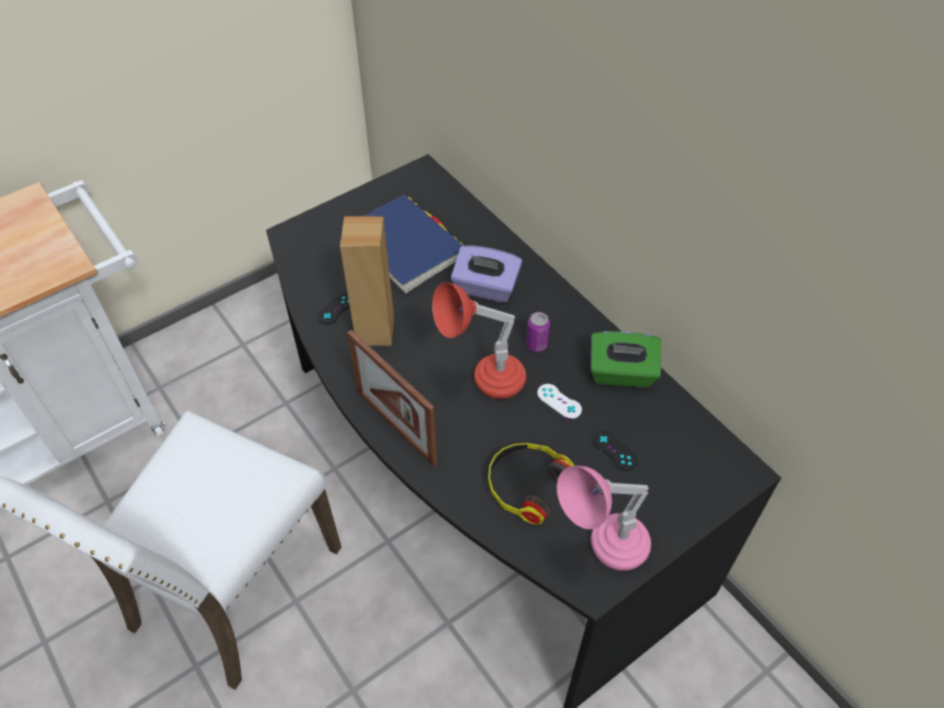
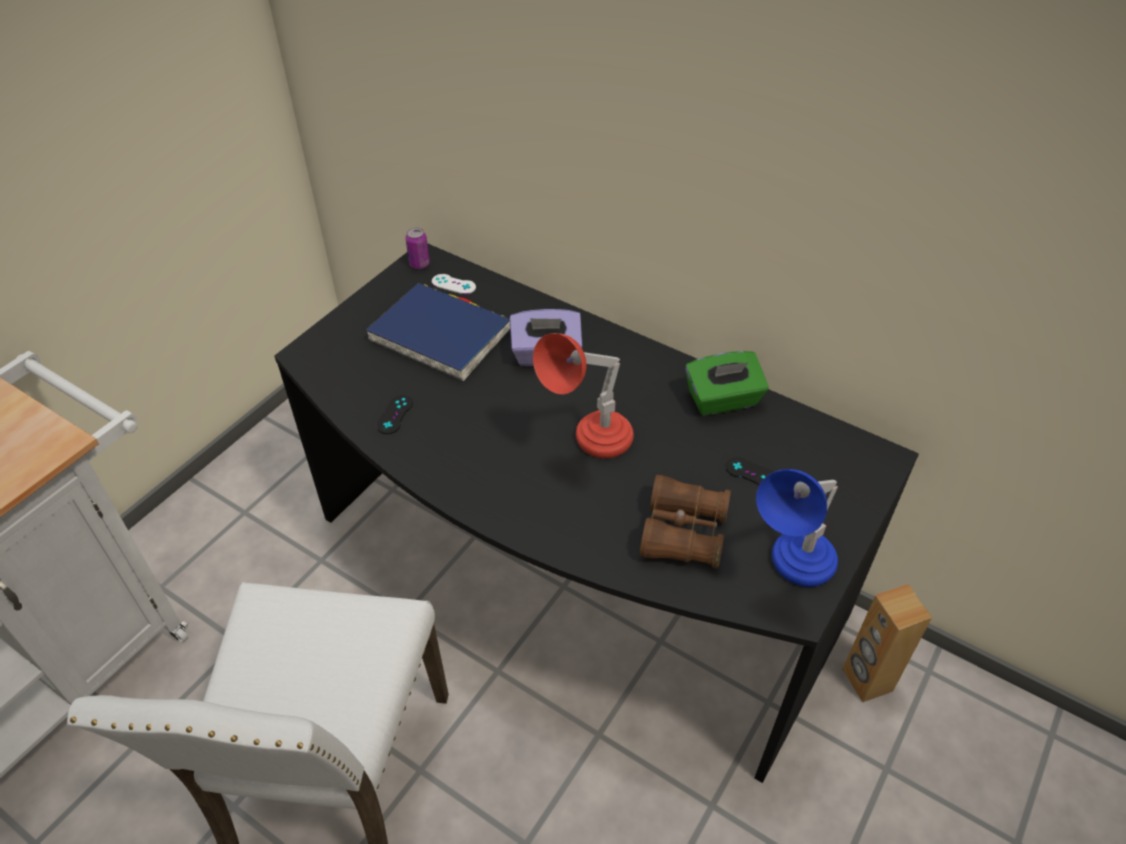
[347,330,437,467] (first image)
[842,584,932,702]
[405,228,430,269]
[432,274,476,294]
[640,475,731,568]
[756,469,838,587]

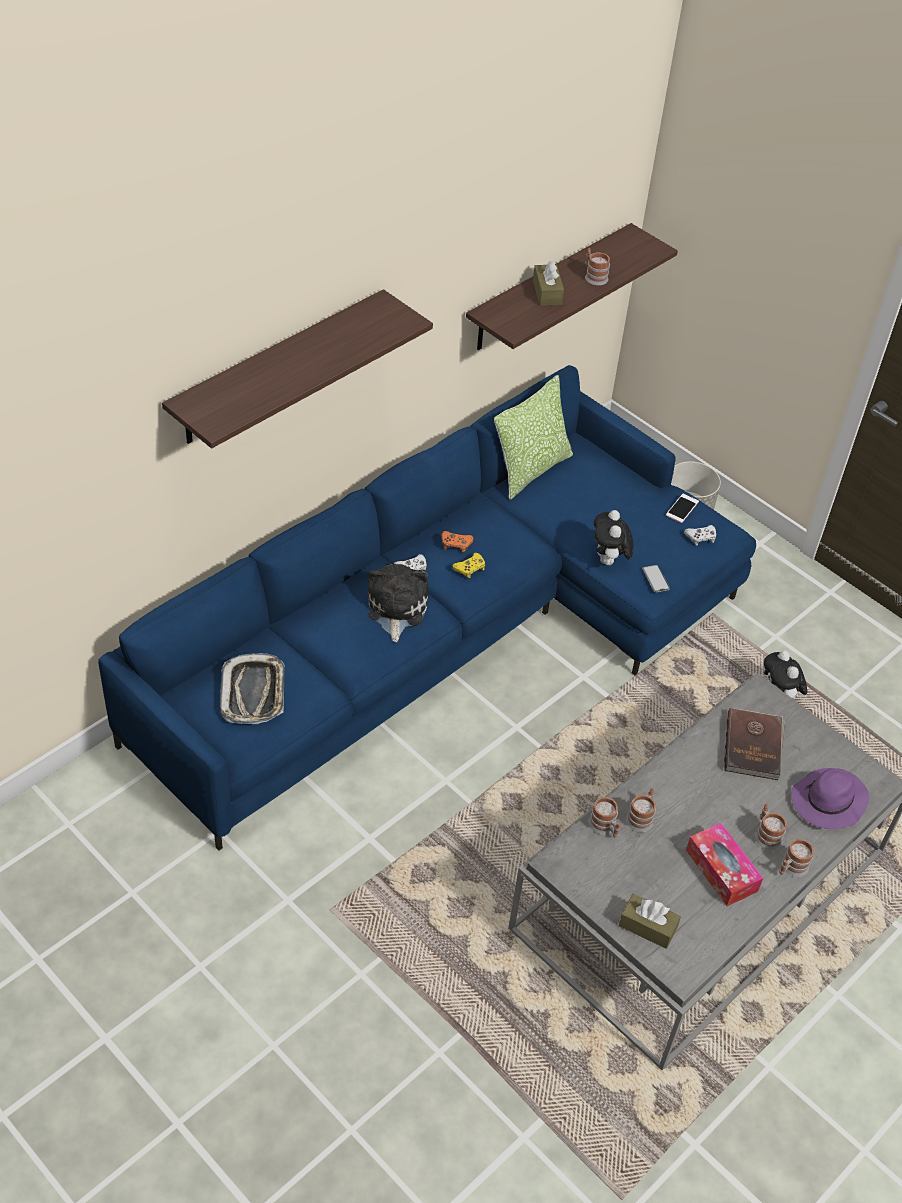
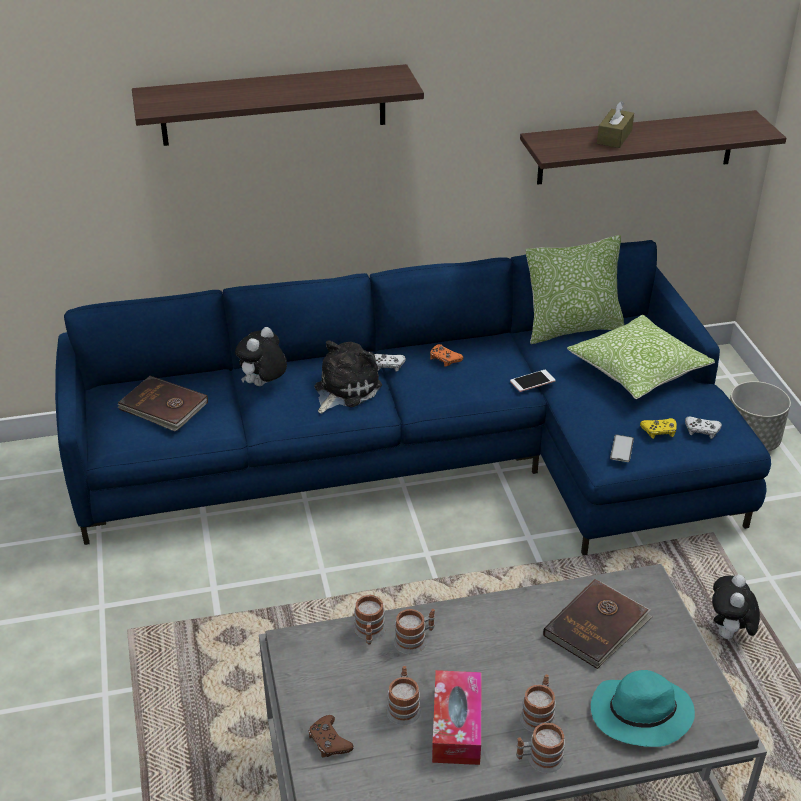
[567,315,715,399]
[640,418,677,439]
[387,666,421,725]
[235,327,287,386]
[510,370,556,392]
[117,376,208,431]
[309,715,354,757]
[591,670,695,747]

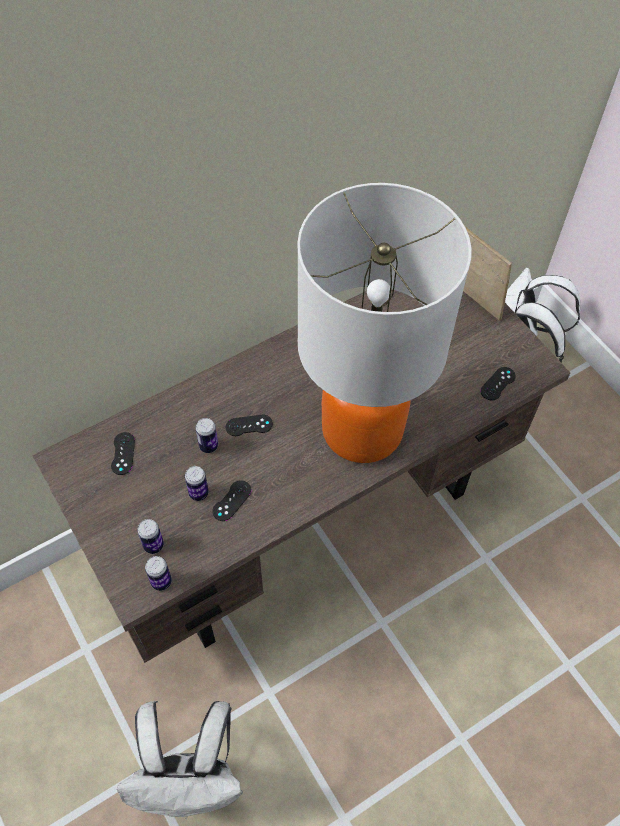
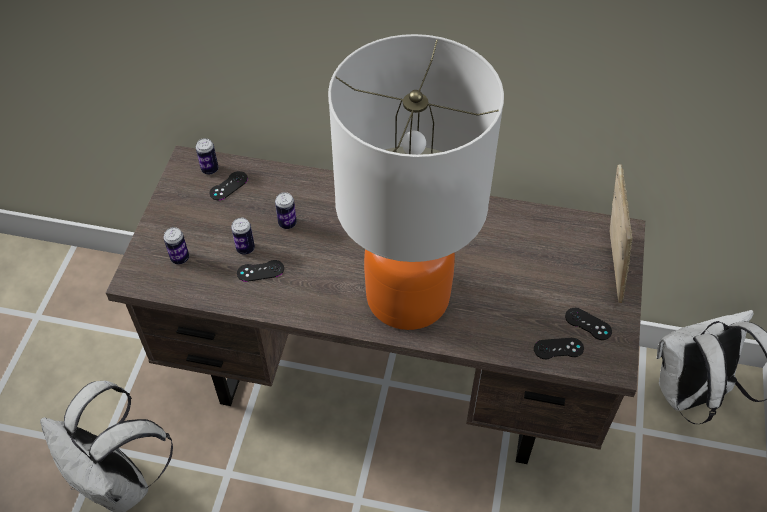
[196,138,218,175]
[565,308,612,340]

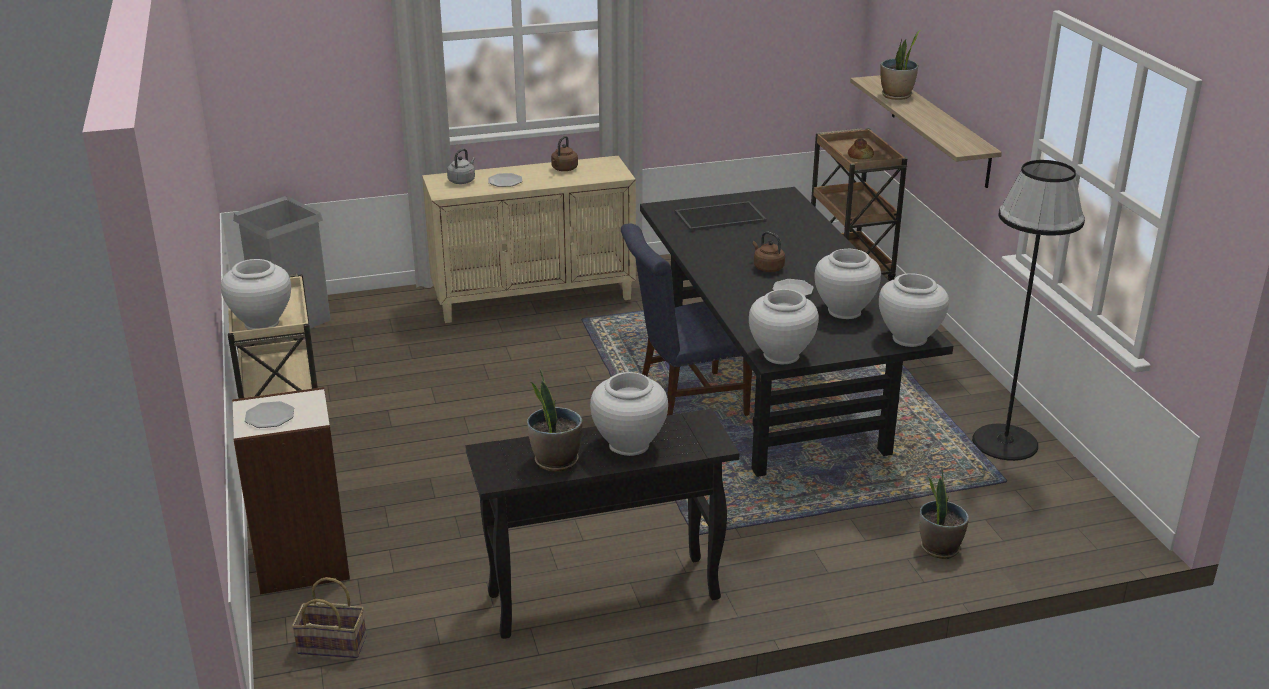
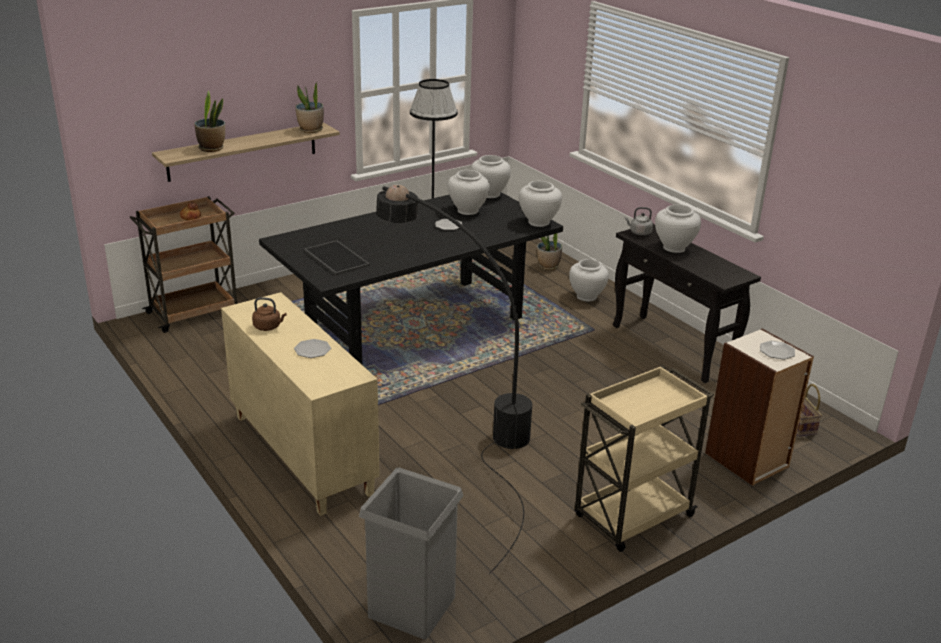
[621,223,752,416] (first image)
[752,232,785,272] (first image)
[376,185,532,574]
[569,259,609,302]
[625,207,653,235]
[295,82,324,133]

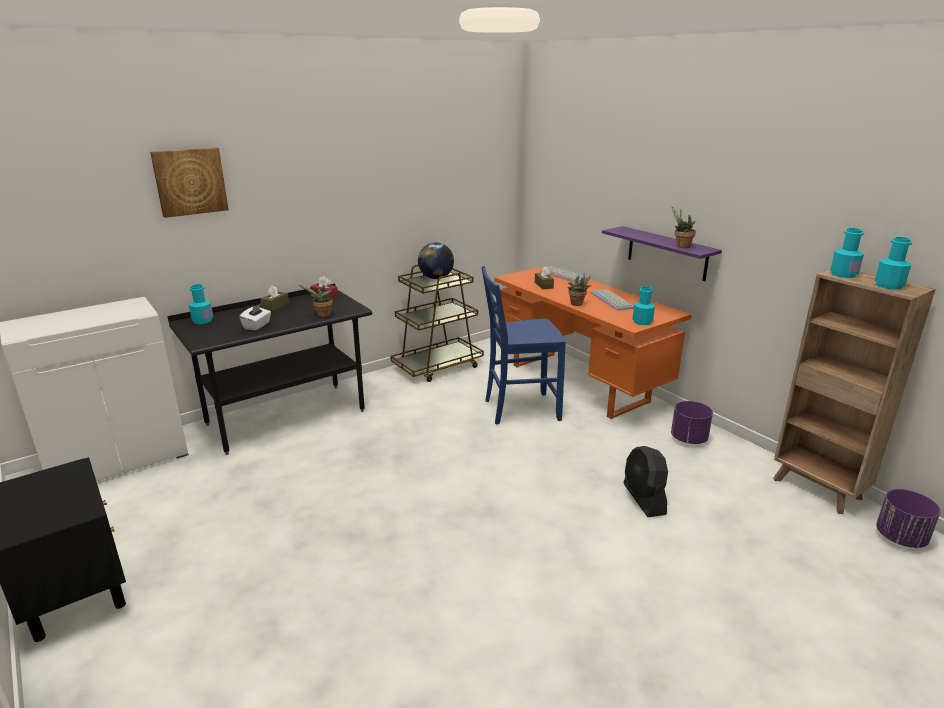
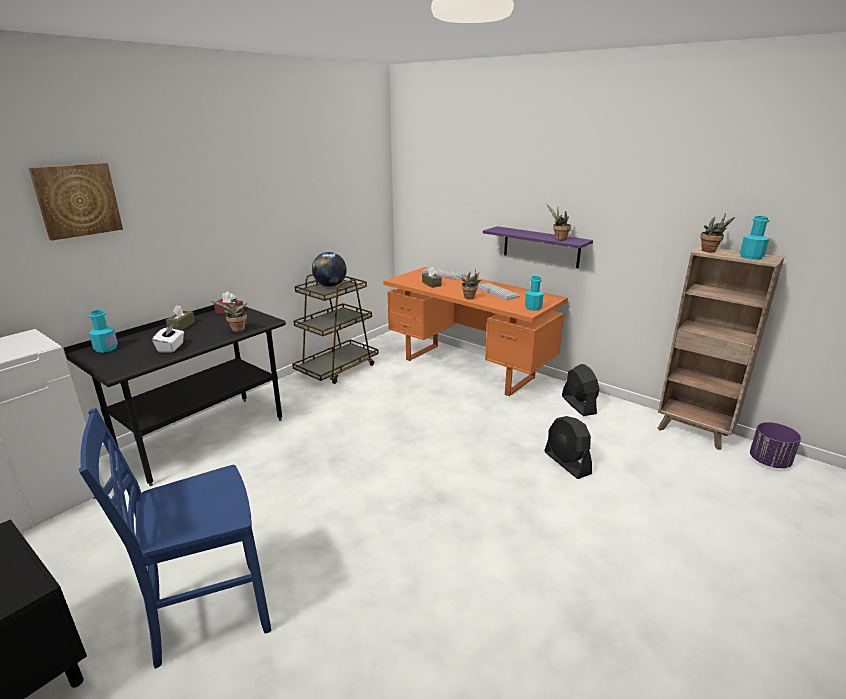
[79,408,271,669]
[562,364,599,416]
[700,213,735,253]

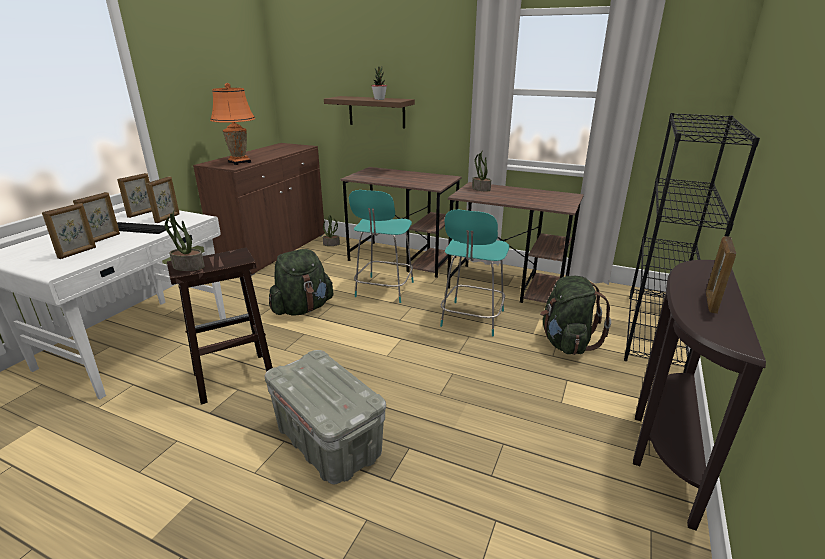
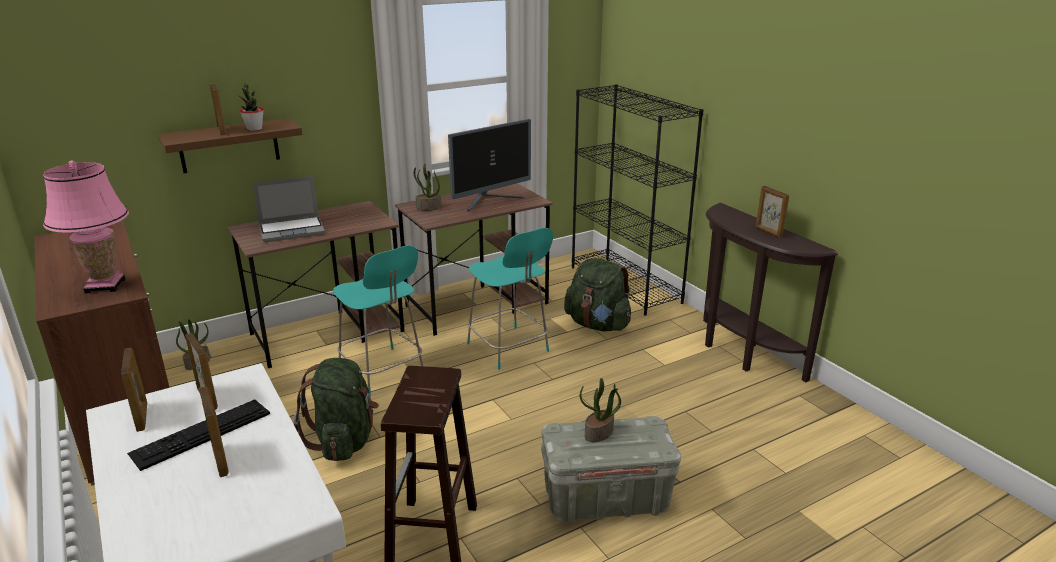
[253,176,325,242]
[448,119,531,212]
[210,83,226,135]
[580,378,621,442]
[43,161,129,293]

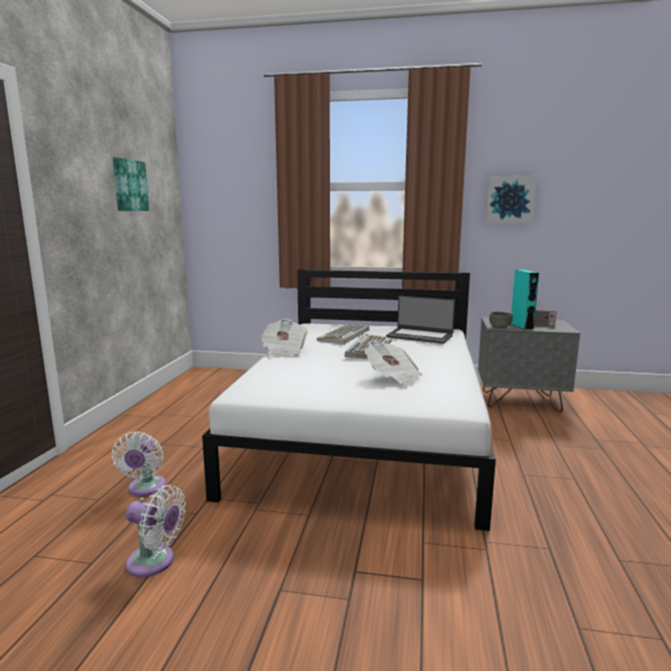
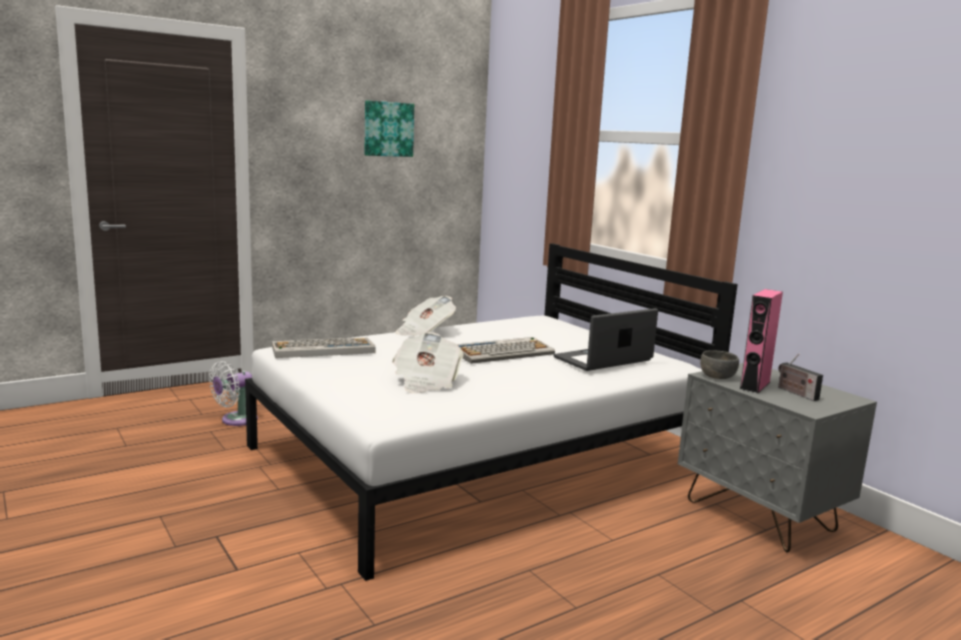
[126,485,186,577] (first image)
[485,176,537,223] (first image)
[272,337,375,358]
[740,289,783,393]
[554,308,658,371]

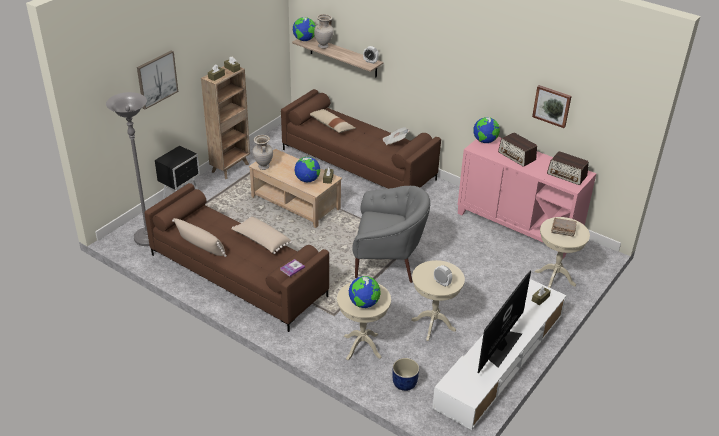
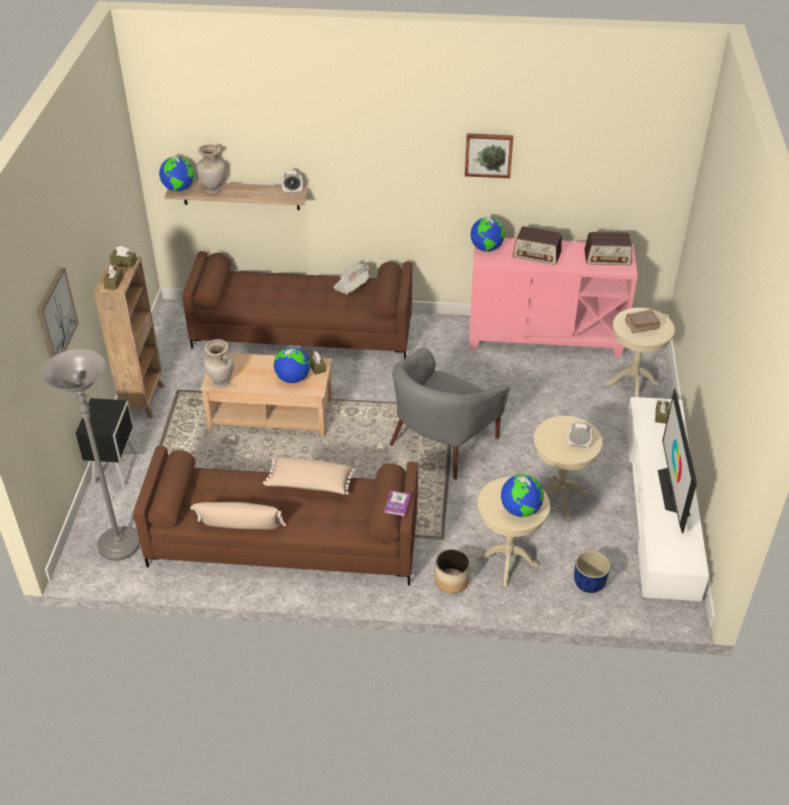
[310,109,356,133] (first image)
[435,549,470,594]
[465,133,513,178]
[390,347,510,479]

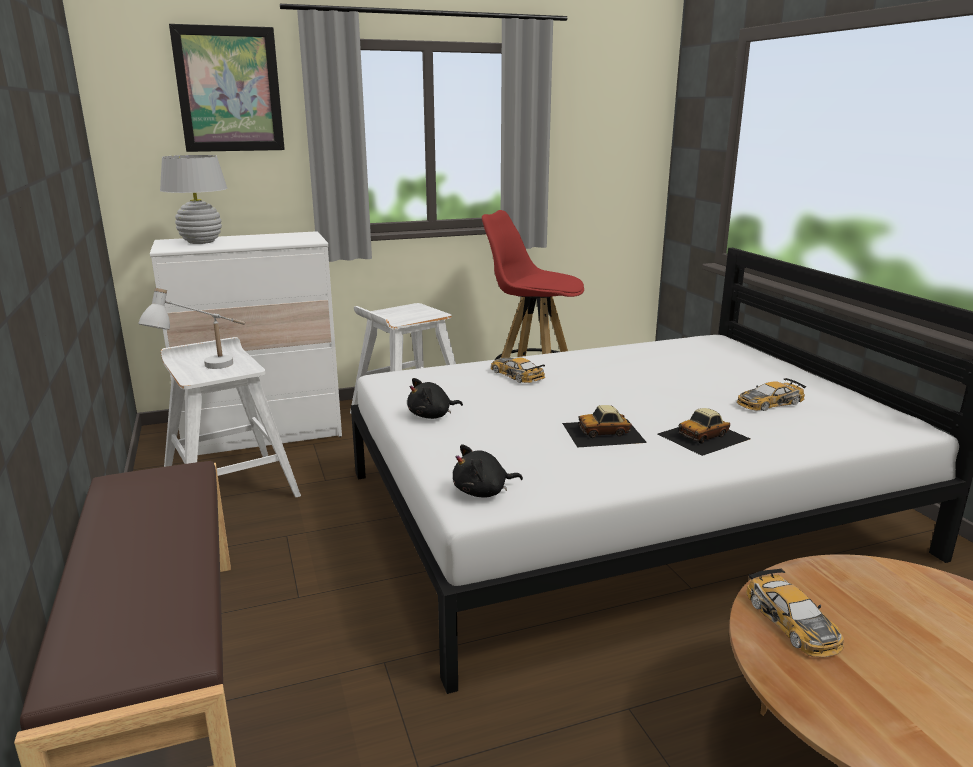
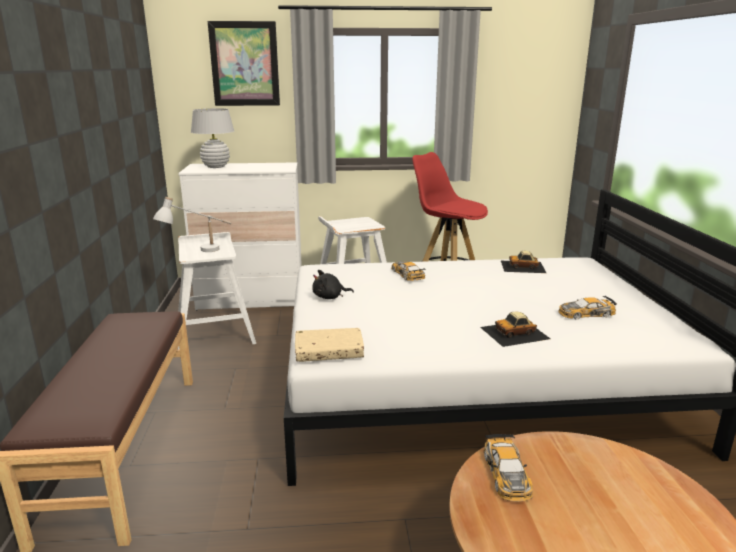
[501,251,546,273]
[295,328,364,362]

